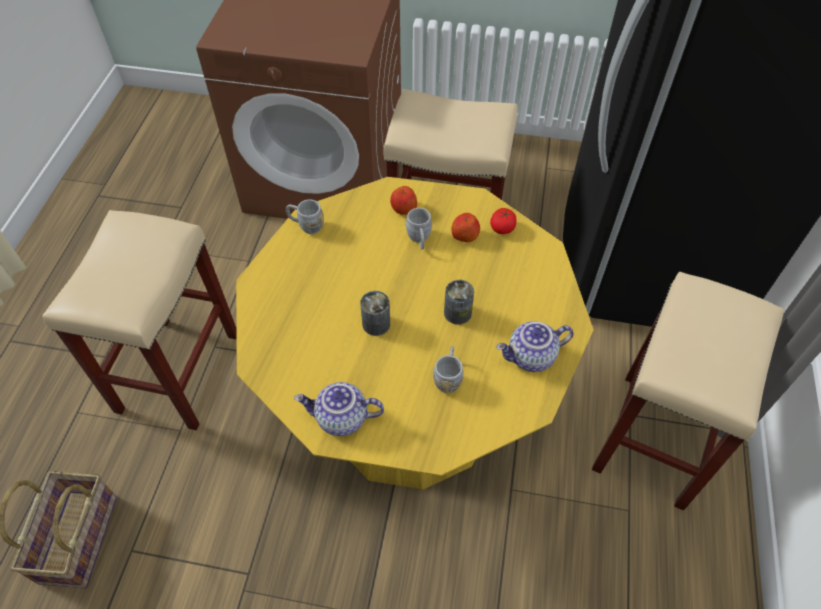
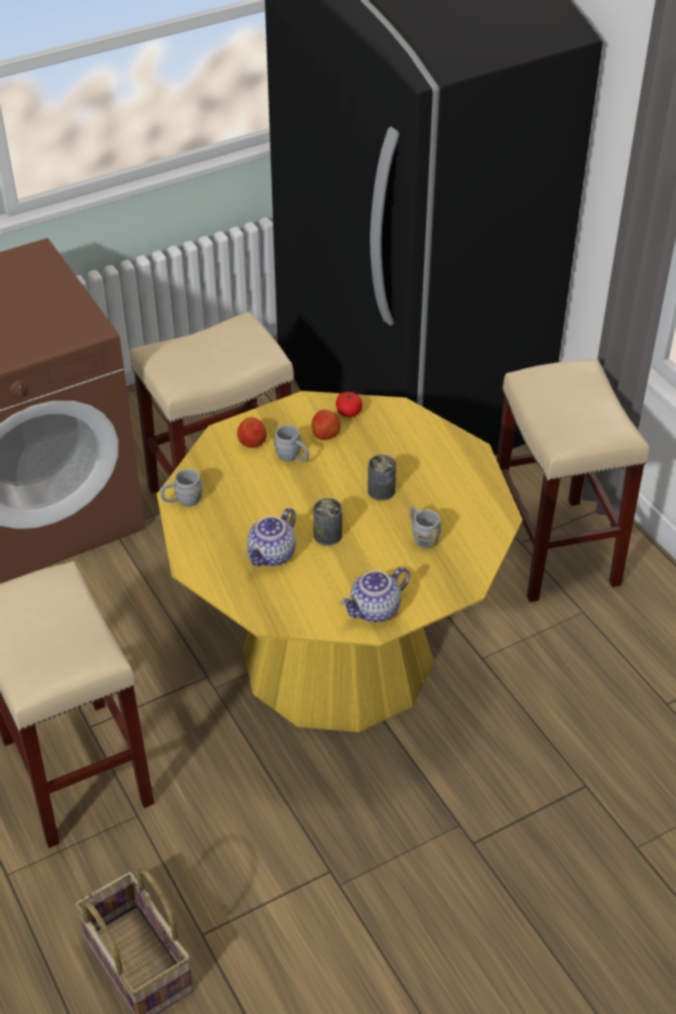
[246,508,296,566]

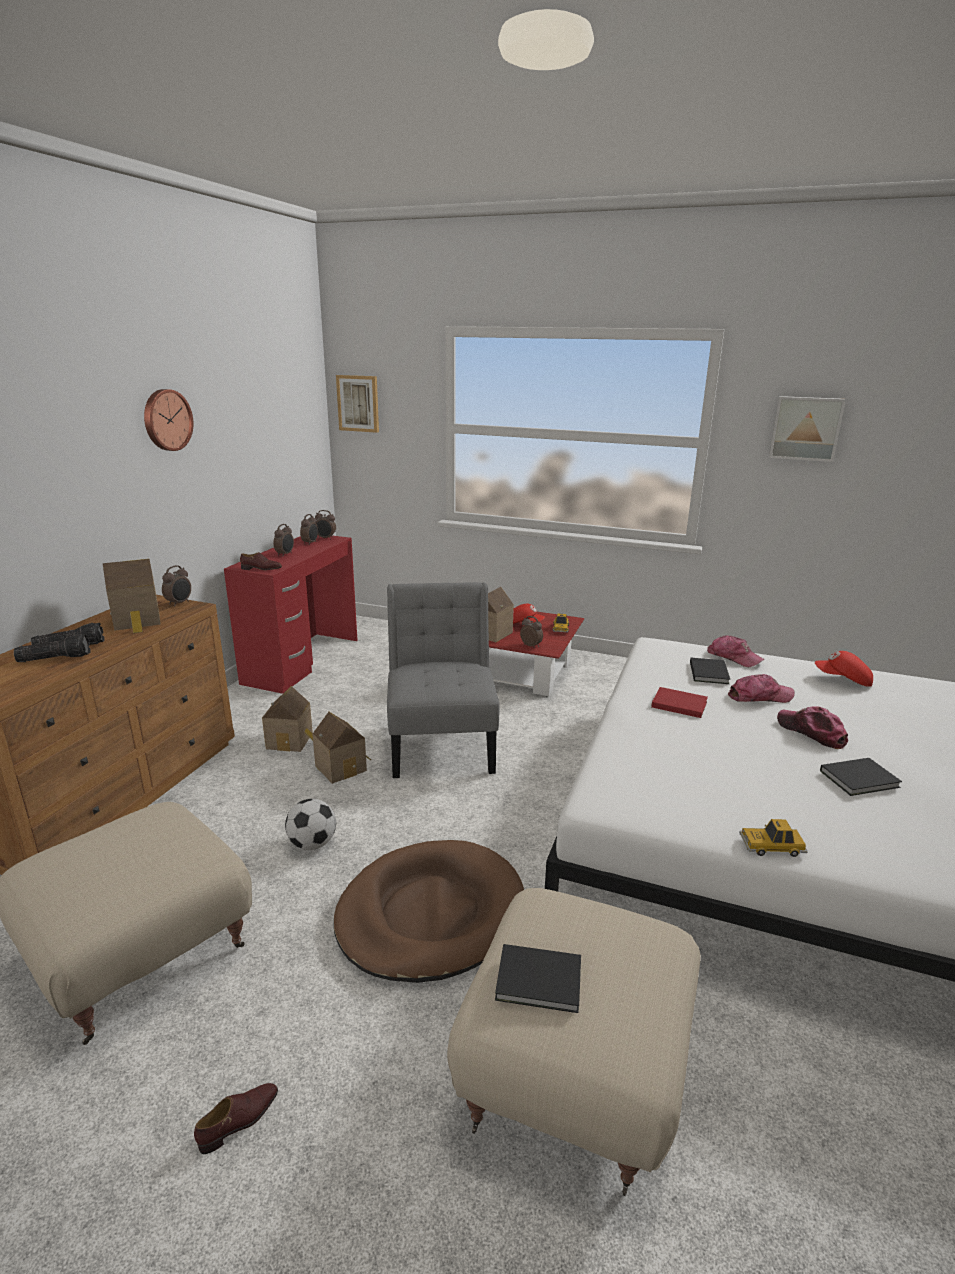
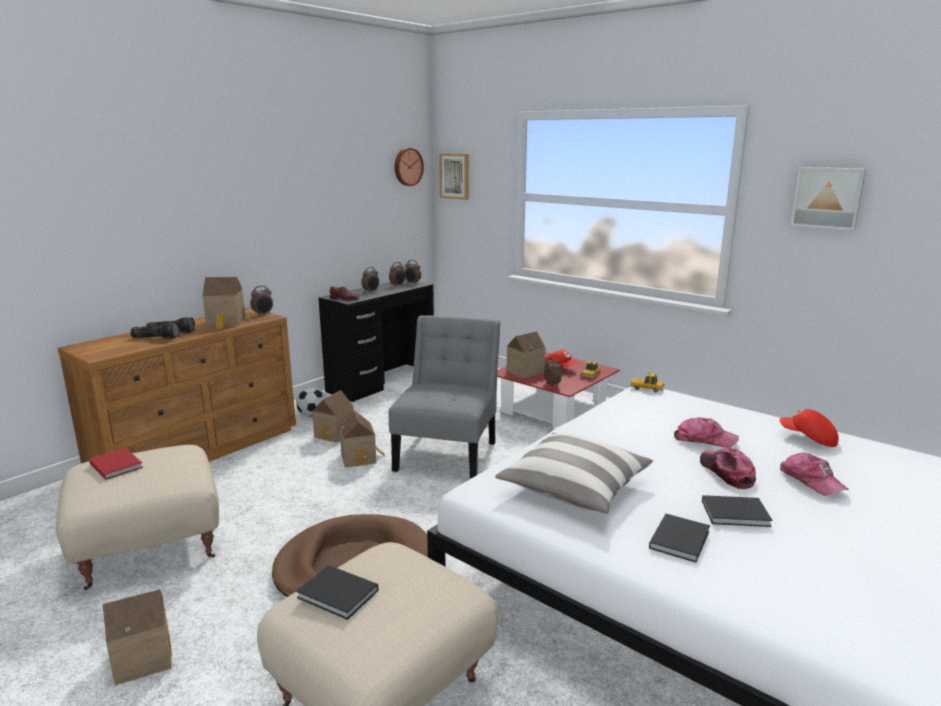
[495,433,654,513]
[395,148,424,186]
[296,387,326,417]
[89,448,143,480]
[649,514,710,563]
[780,452,849,496]
[630,373,665,392]
[103,589,172,685]
[318,279,434,402]

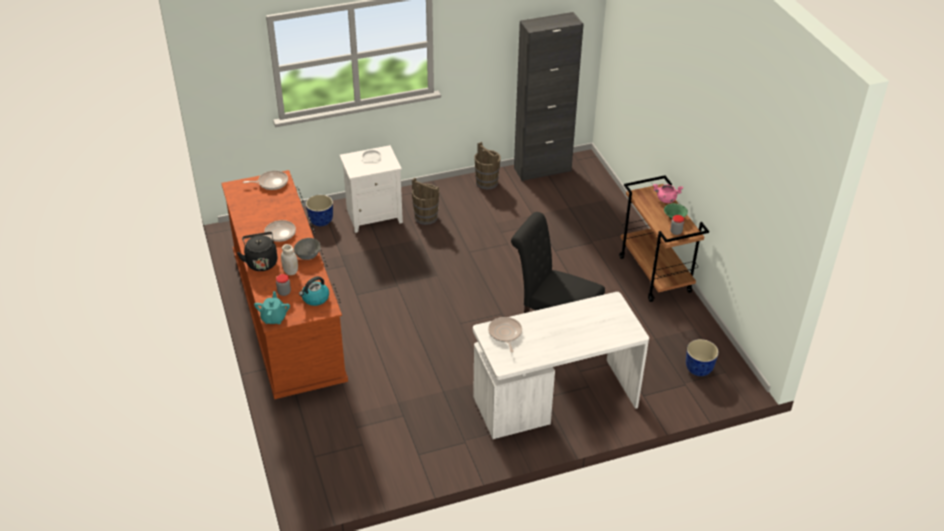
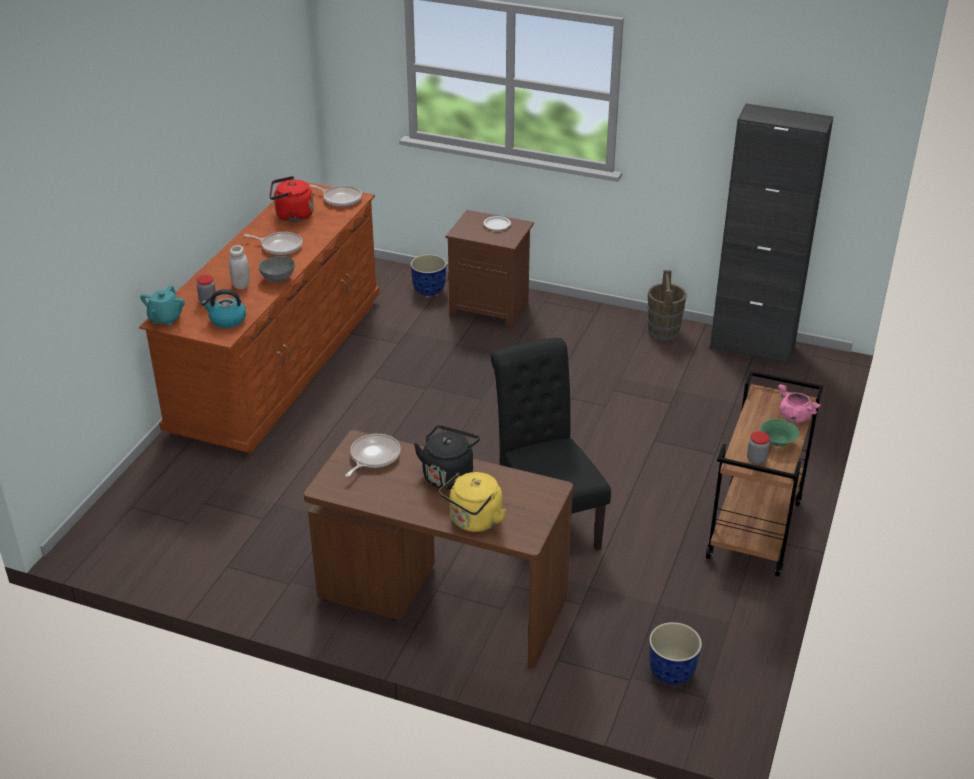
[412,178,439,225] (first image)
[269,176,314,222]
[439,472,506,532]
[414,425,480,489]
[446,210,534,330]
[304,430,573,669]
[140,285,185,325]

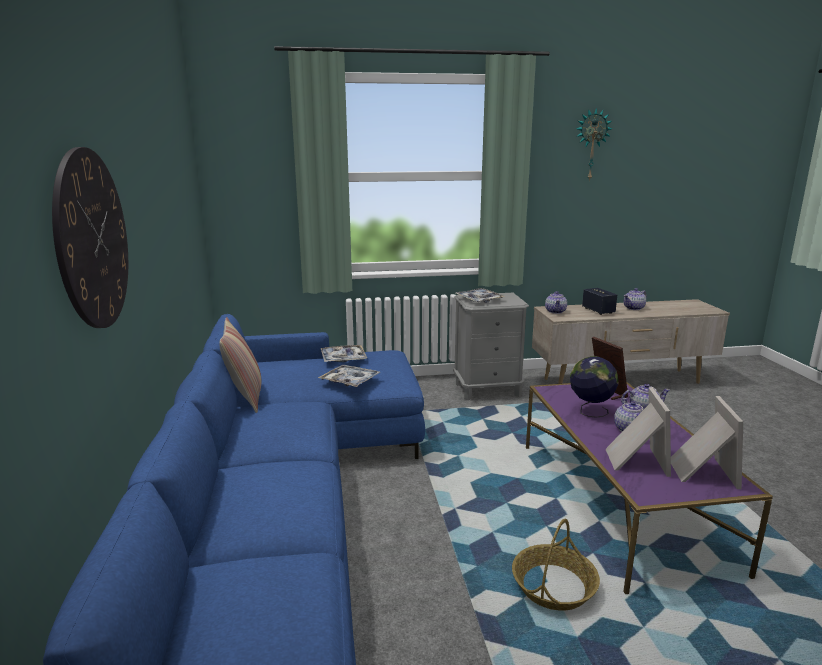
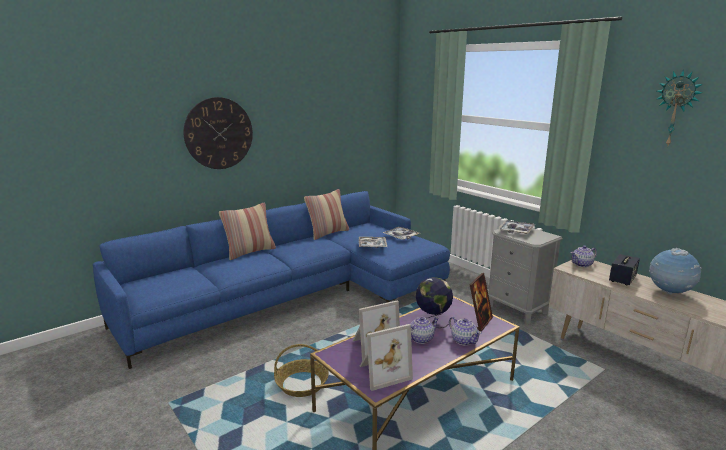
[219,202,276,260]
[648,248,702,294]

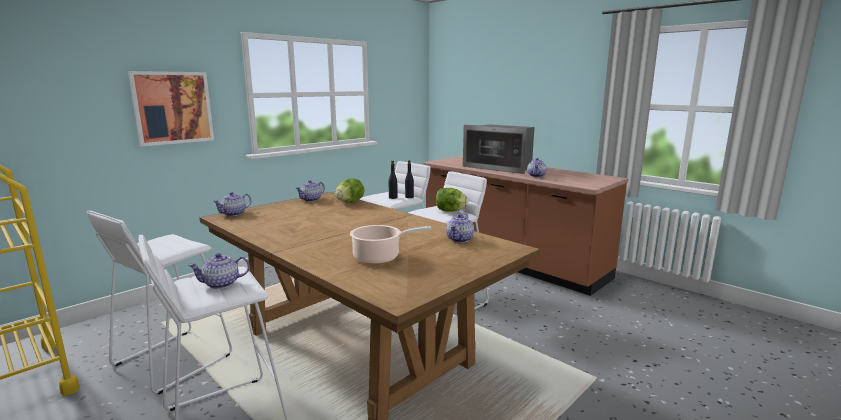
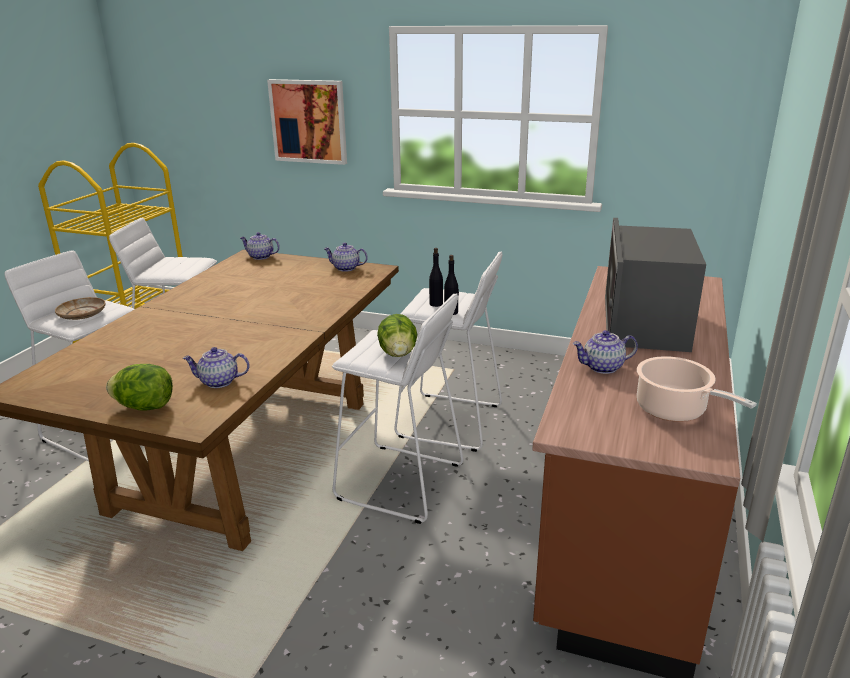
[106,364,173,411]
[637,356,757,422]
[55,297,106,320]

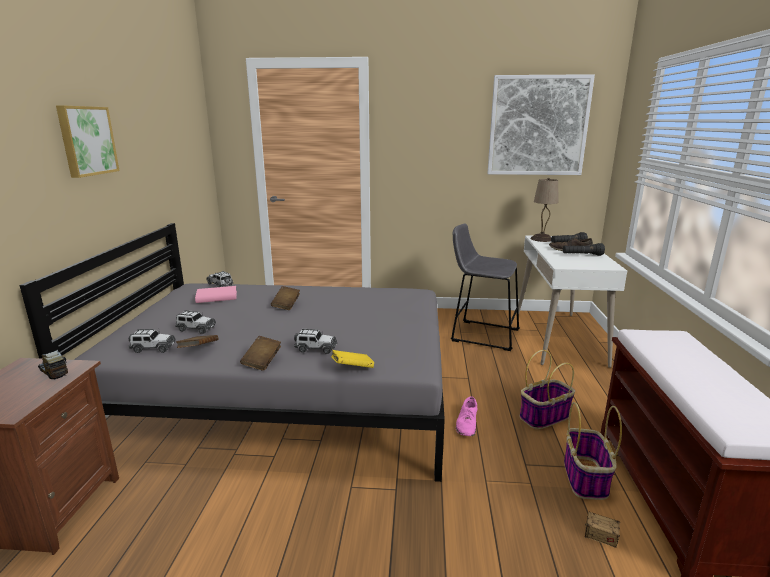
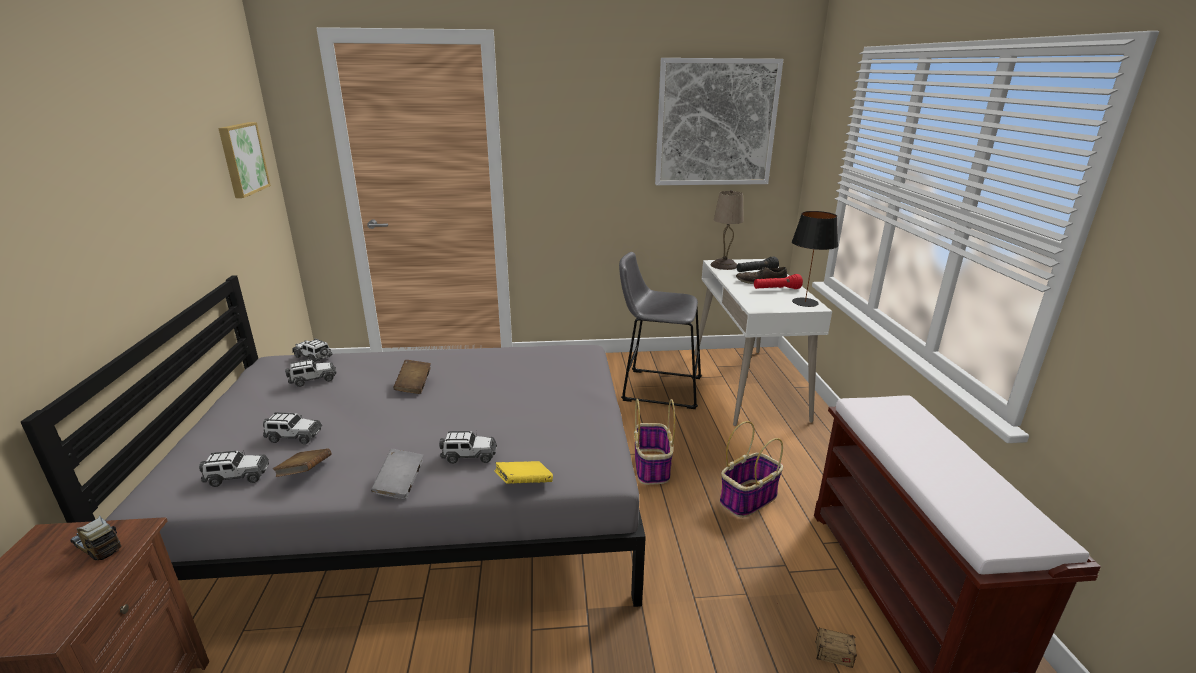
[456,396,477,436] (first image)
[792,211,838,307]
[218,122,271,198]
[634,399,675,485]
[285,359,336,387]
[371,449,424,499]
[754,274,803,289]

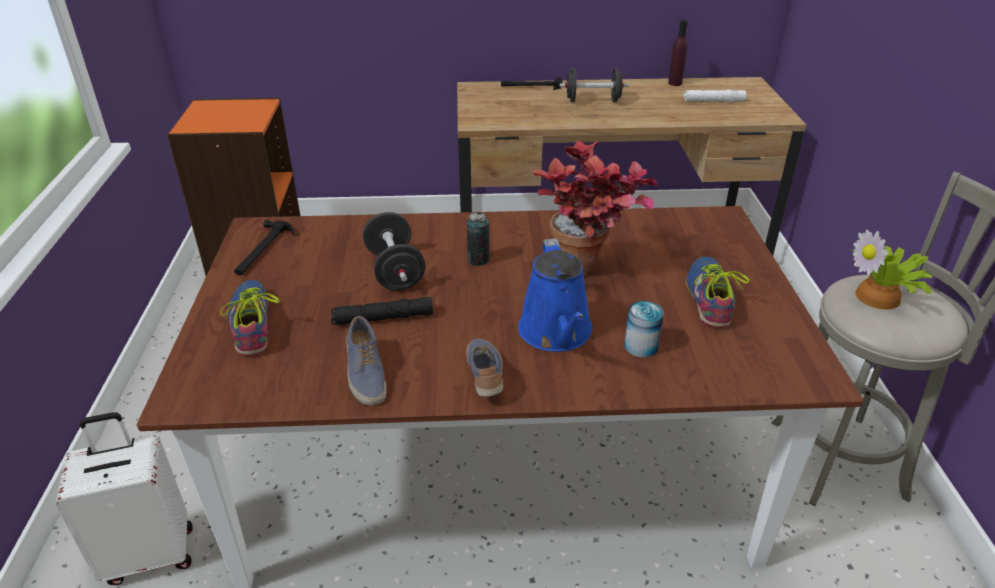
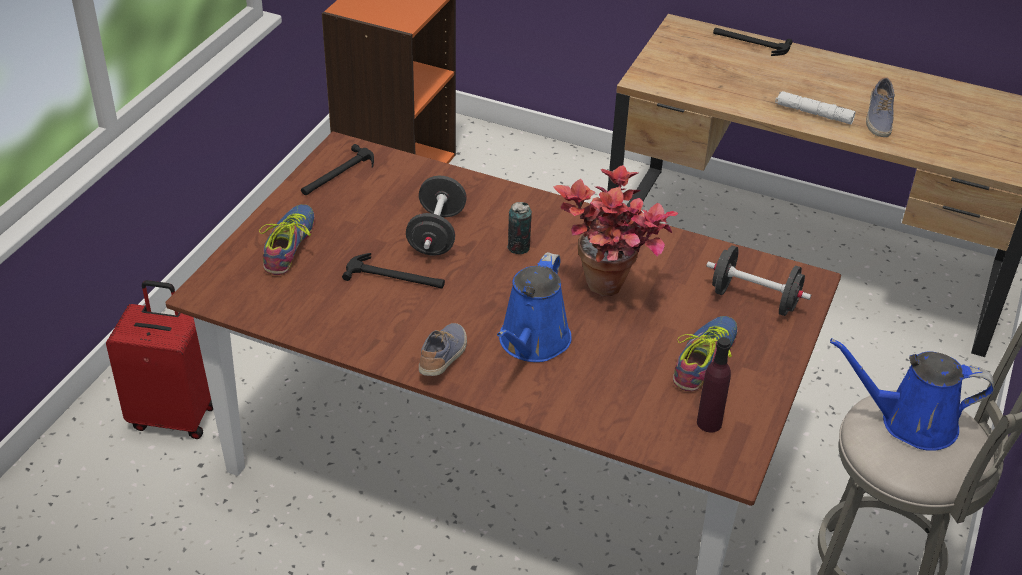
[624,301,664,358] (first image)
[866,77,895,137]
[706,246,811,316]
[697,337,731,433]
[775,91,856,124]
[342,253,445,289]
[830,338,995,451]
[106,280,213,439]

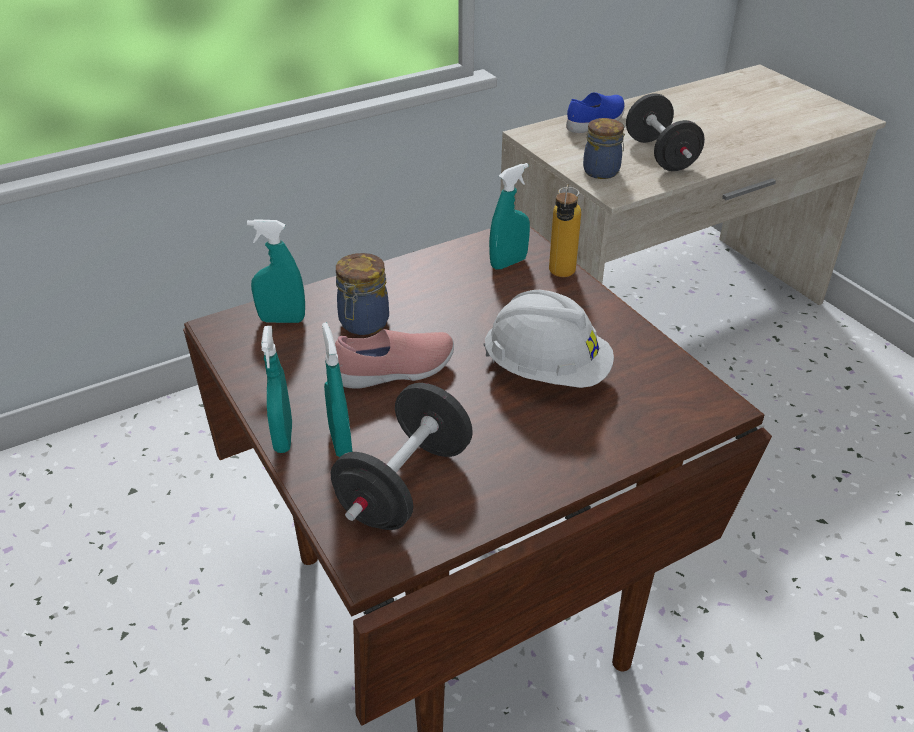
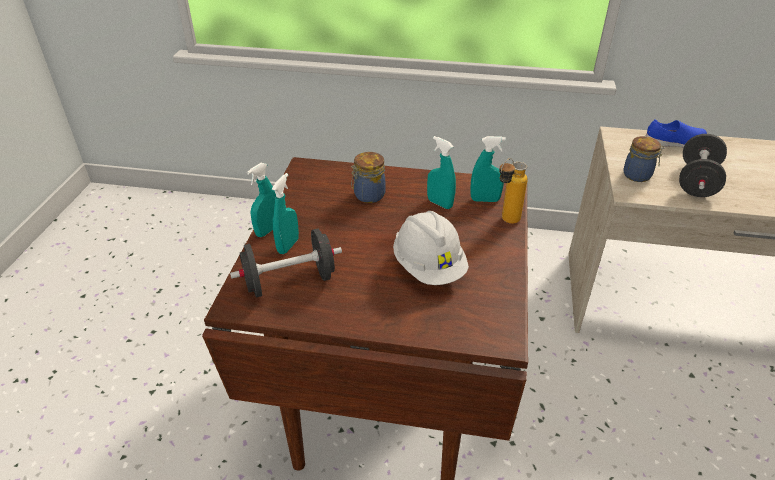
[335,329,454,389] (first image)
[427,136,456,209]

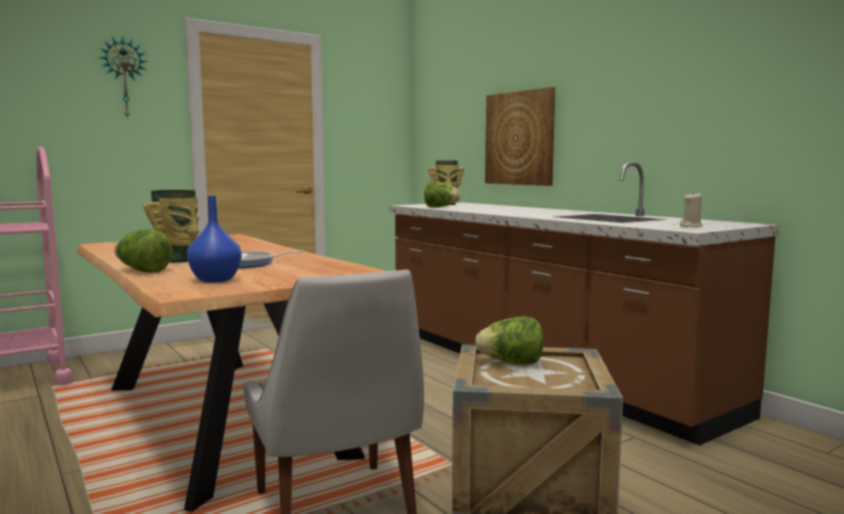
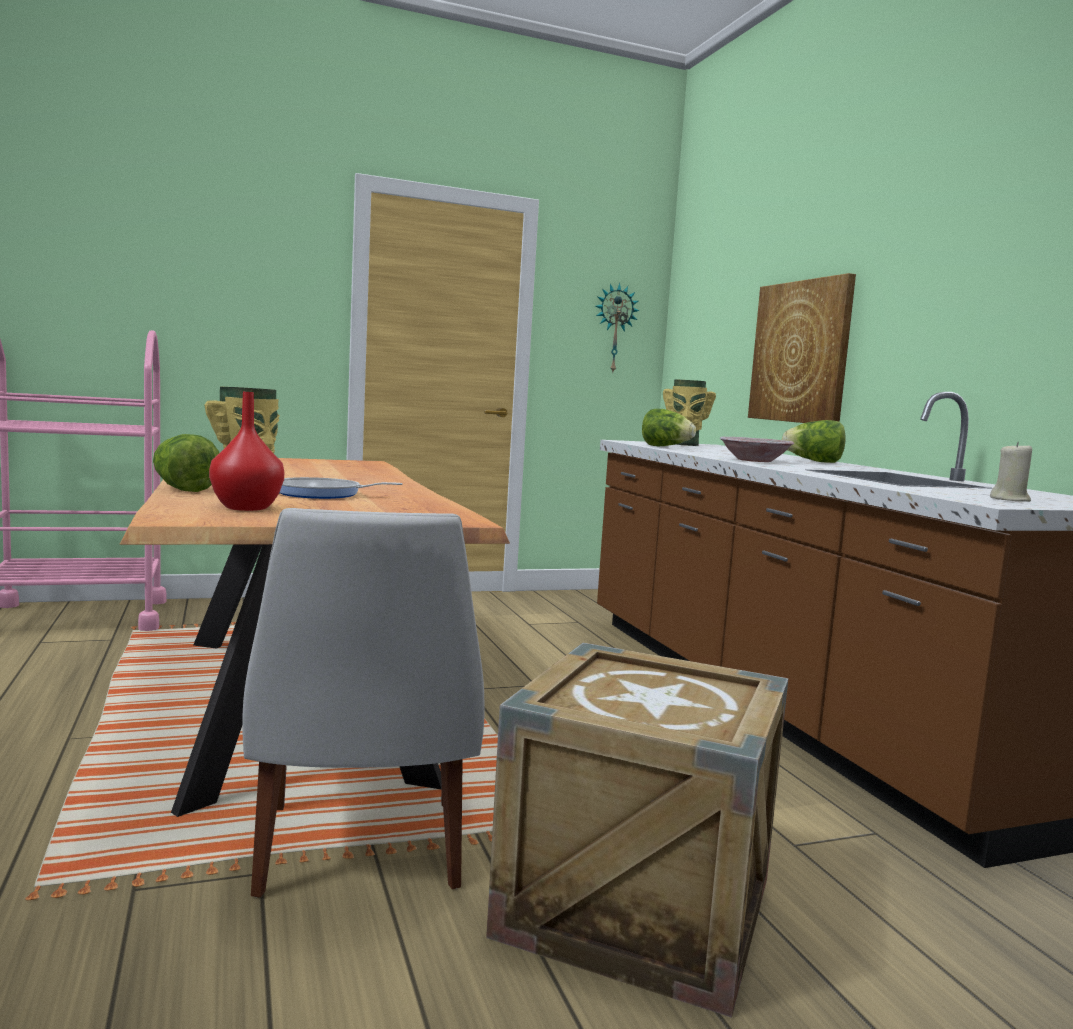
[720,437,794,462]
[596,283,640,374]
[782,420,846,463]
[209,392,284,511]

